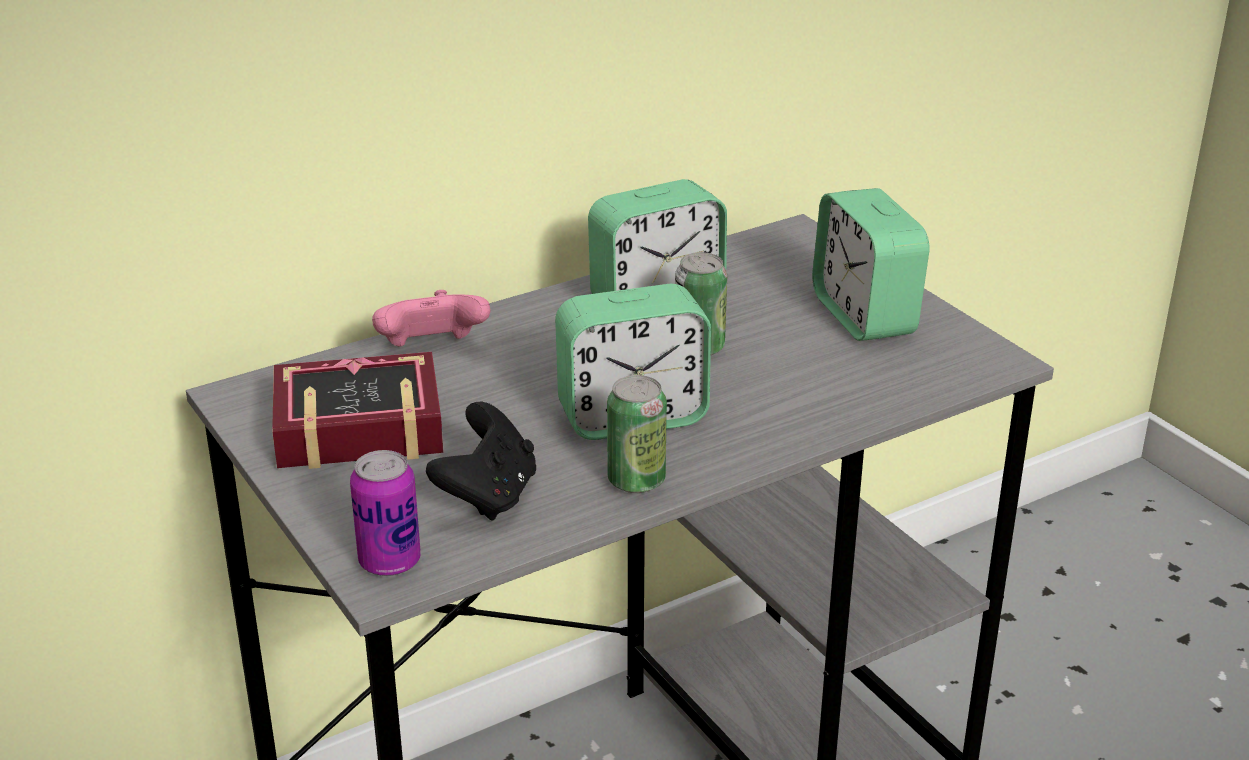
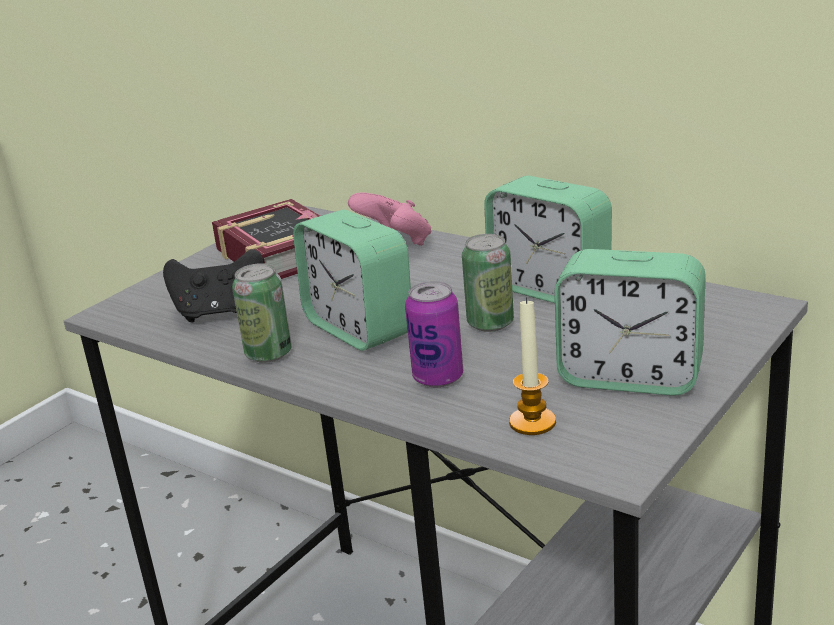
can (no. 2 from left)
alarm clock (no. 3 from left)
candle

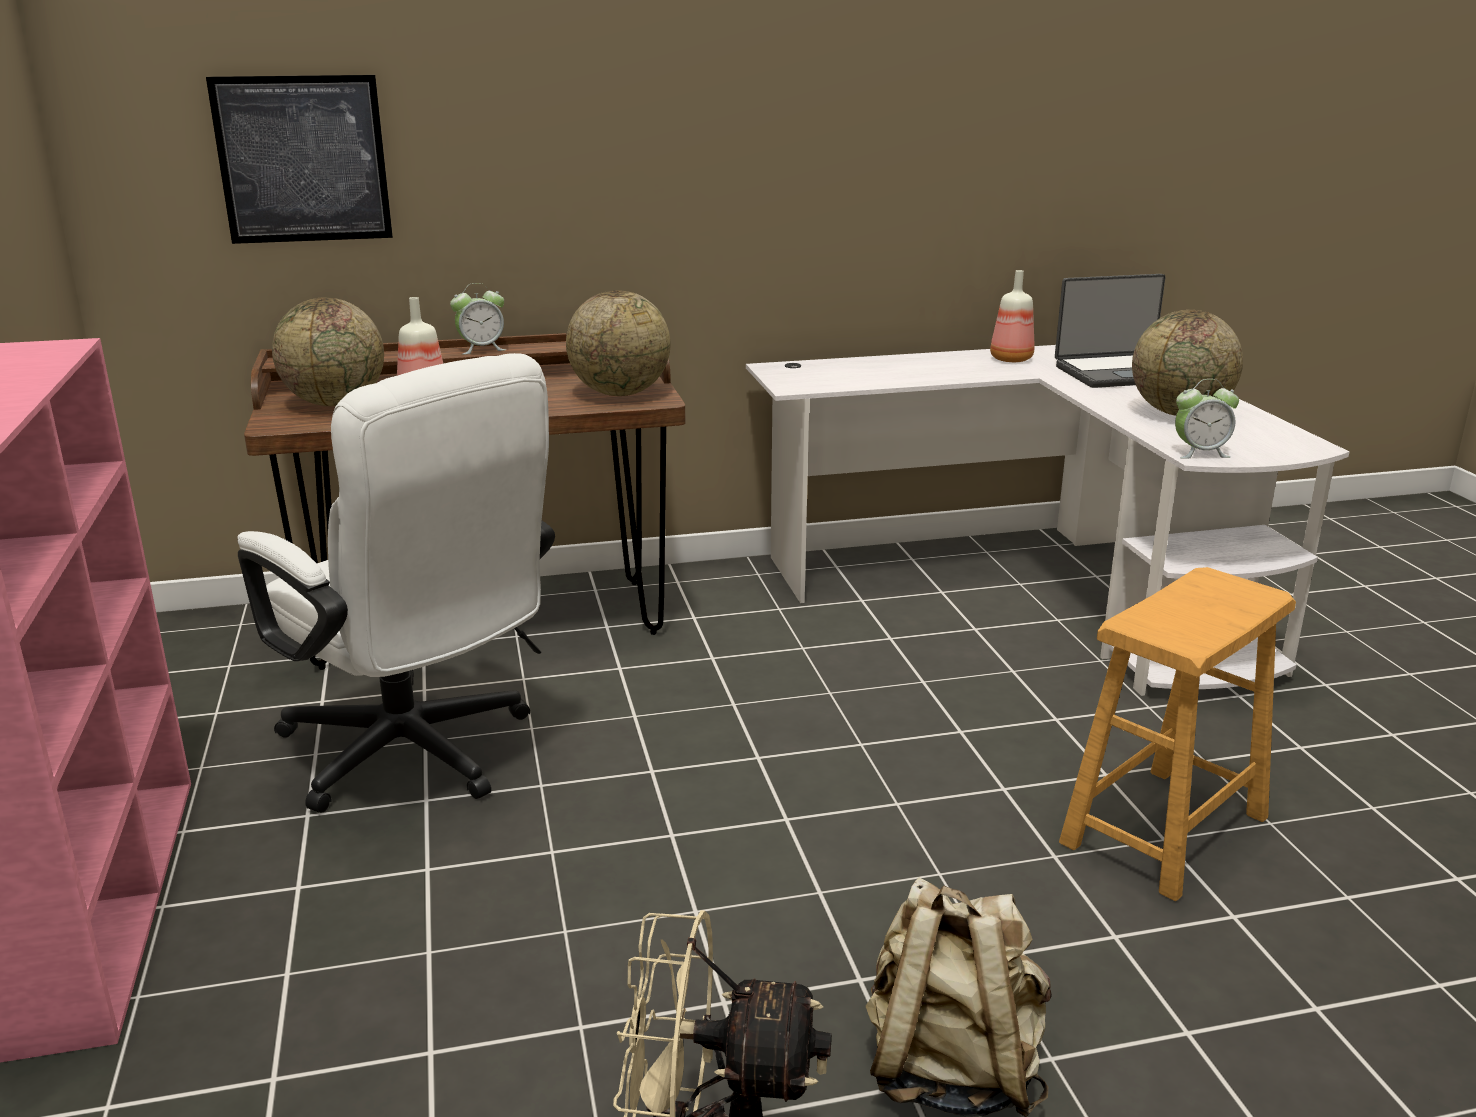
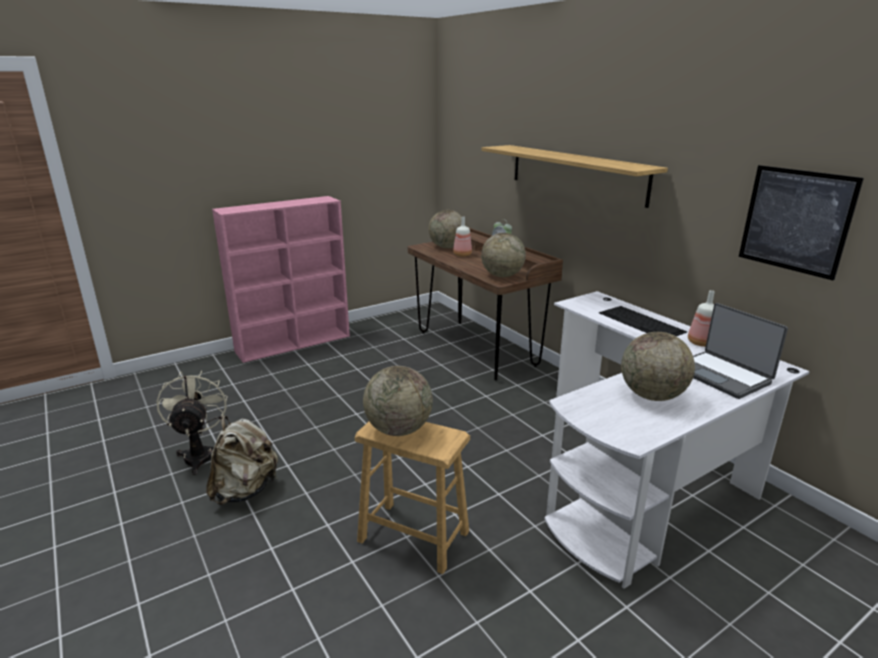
picture
white office chair
alarm clock (no. 2 from left in the first image)
globe (no. 1 from left)
shelf
keyboard

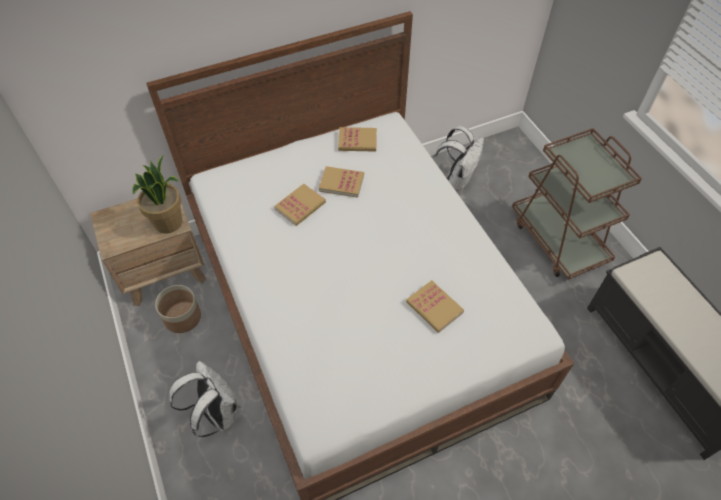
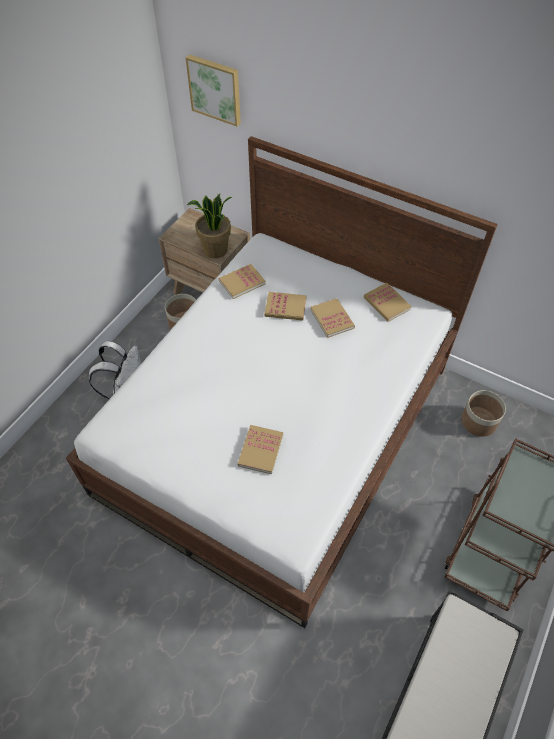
planter (no. 2 from left)
picture
book (no. 1 from left)

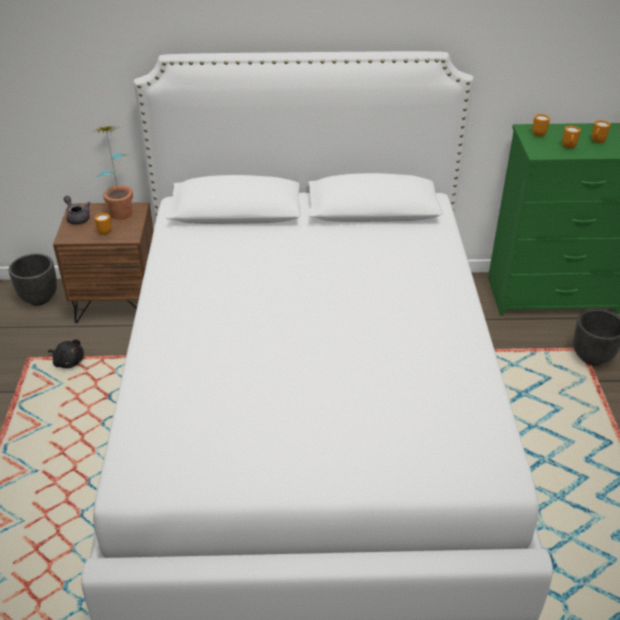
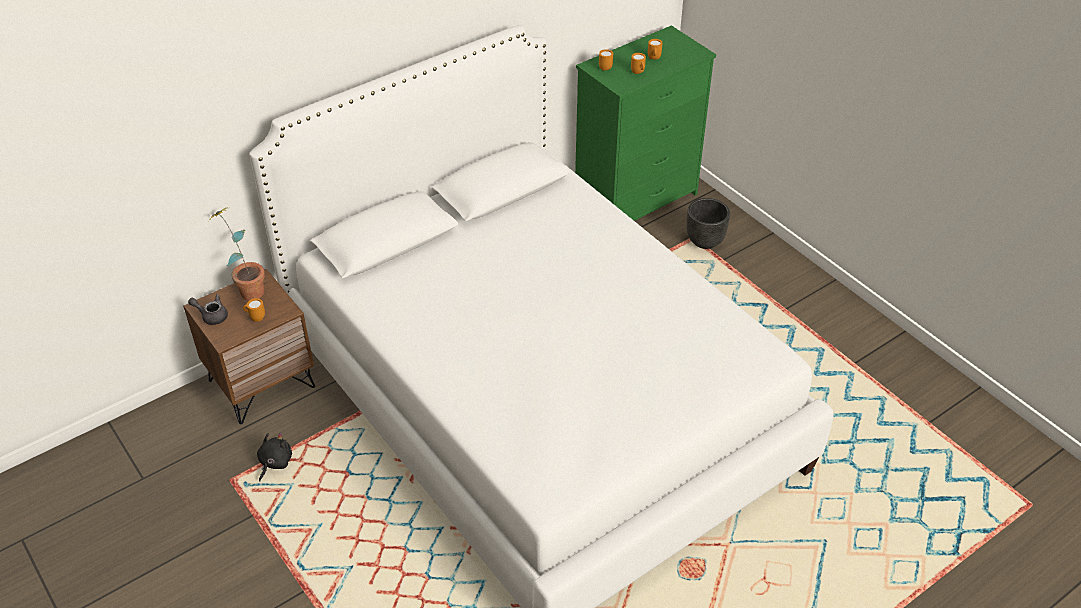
black planter (no. 1 from left in the first image)
black plush toy

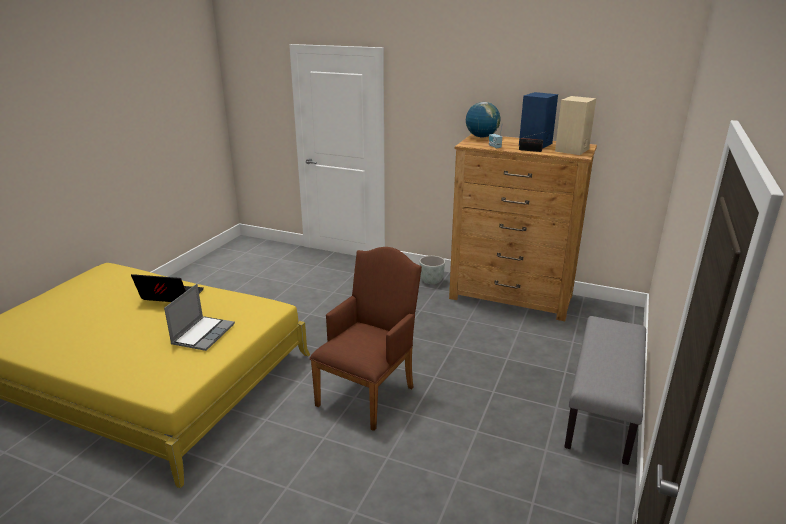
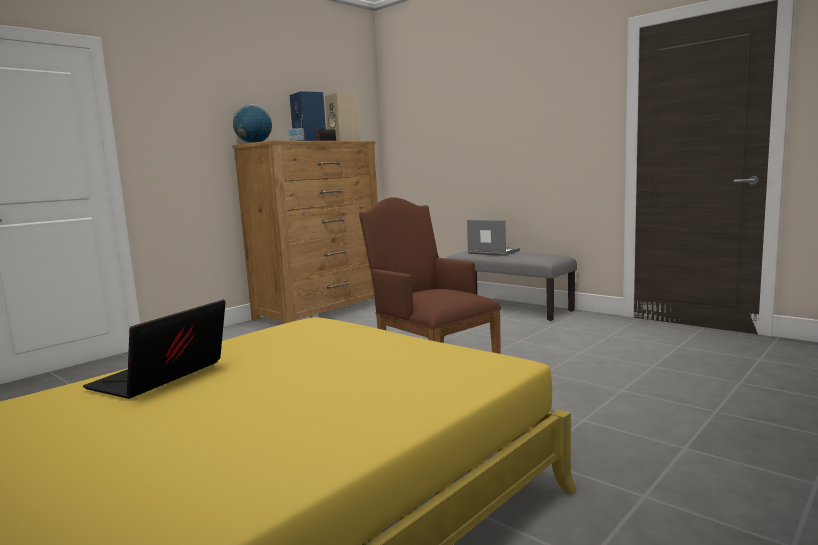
laptop (no. 2 from left)
grey planter

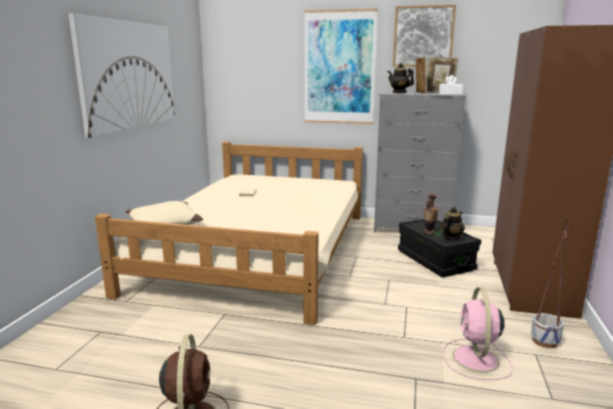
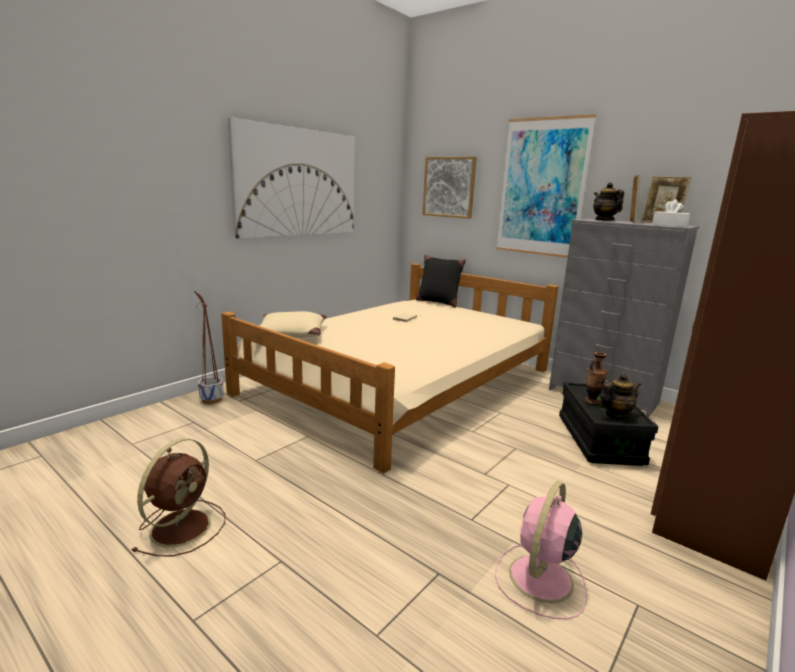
picture (no. 2 from left)
planter
black pillow

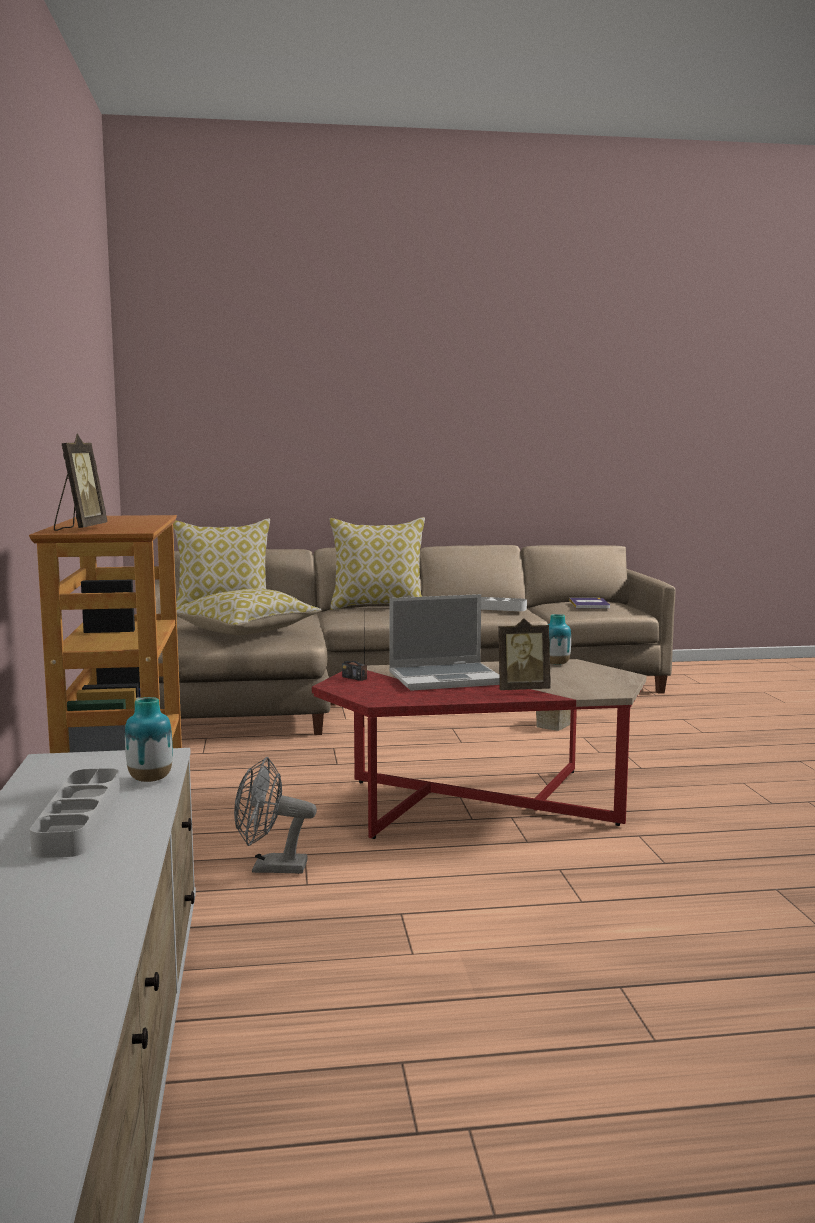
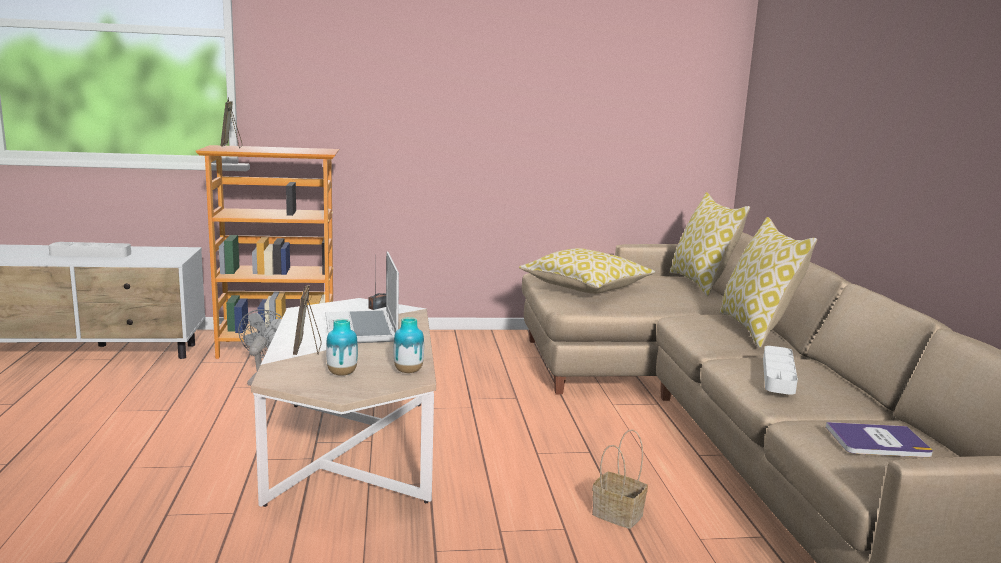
picture frame (no. 1 from left)
vase (no. 1 from left)
white coffee table

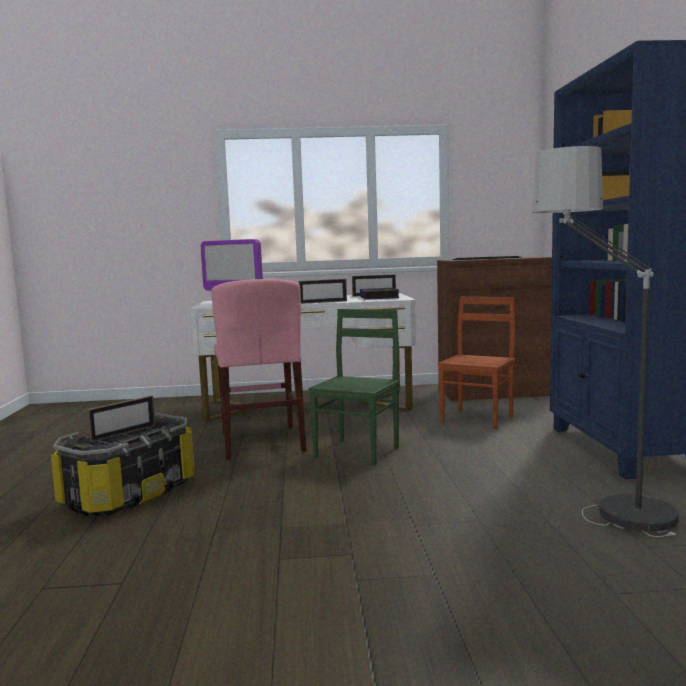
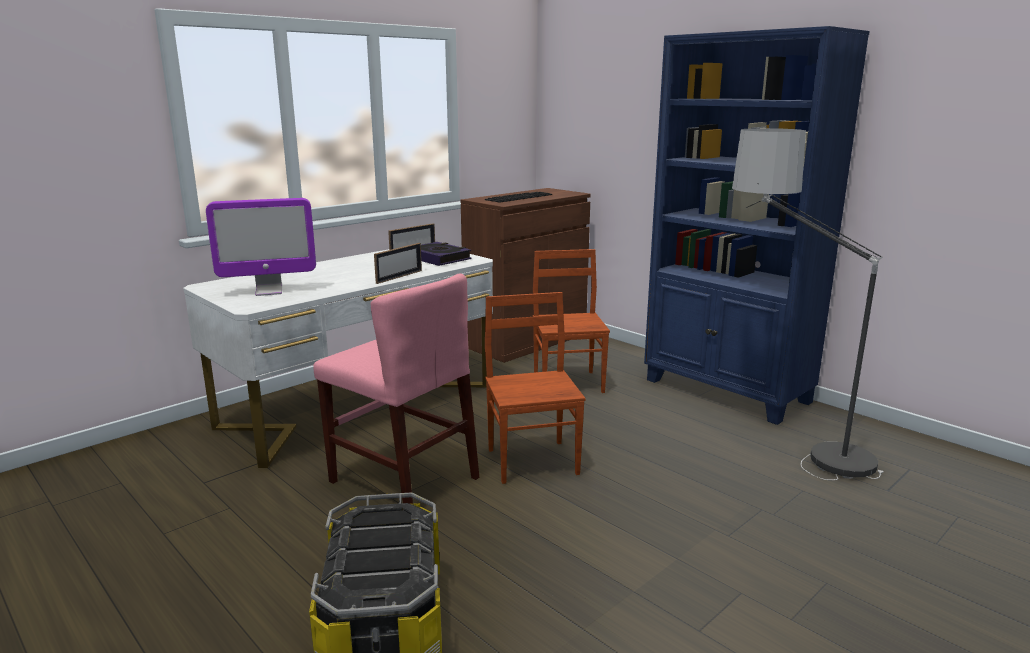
picture frame (no. 1 from left in the first image)
brown chair (no. 1 from left)

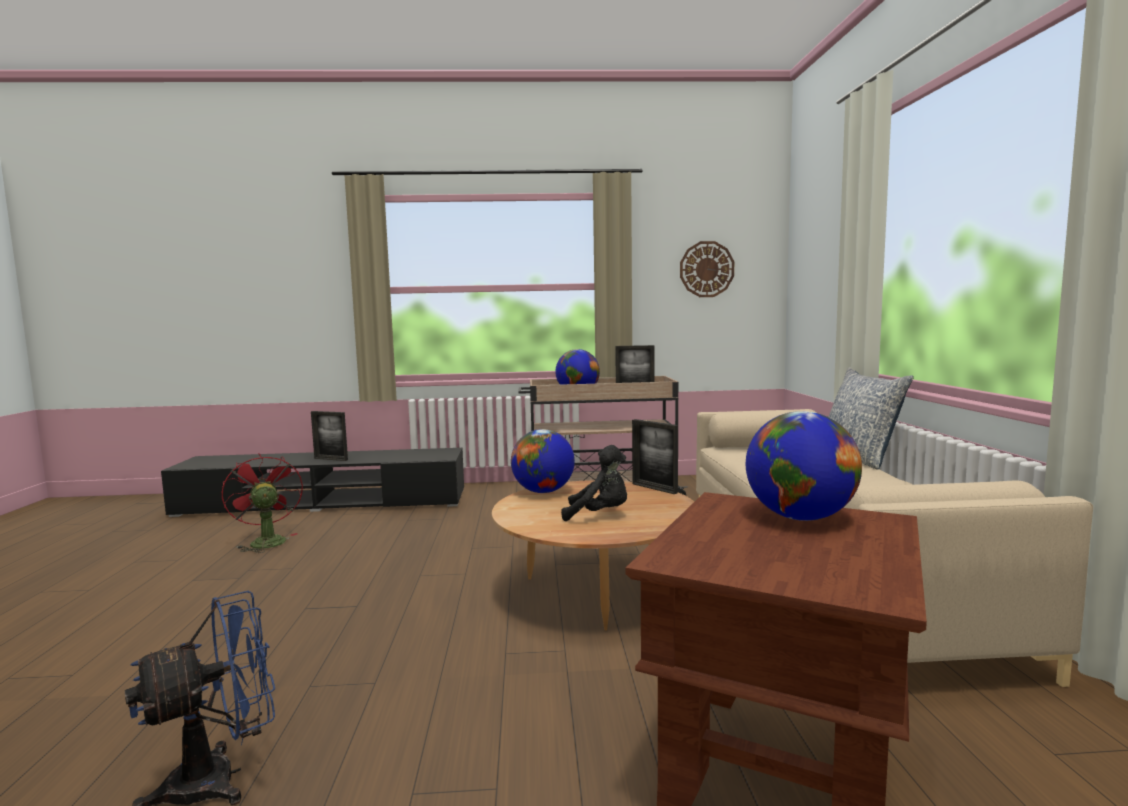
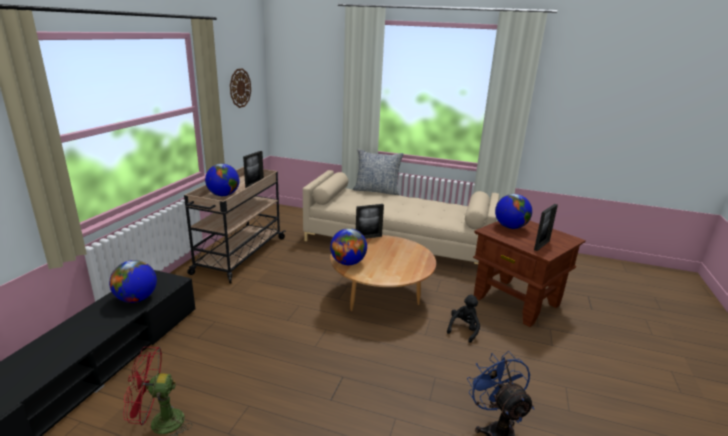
picture frame (no. 3 from left)
black plush toy
globe (no. 1 from left)

